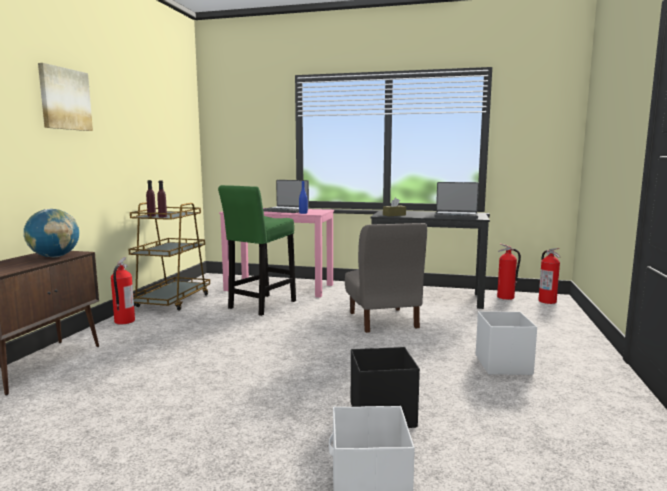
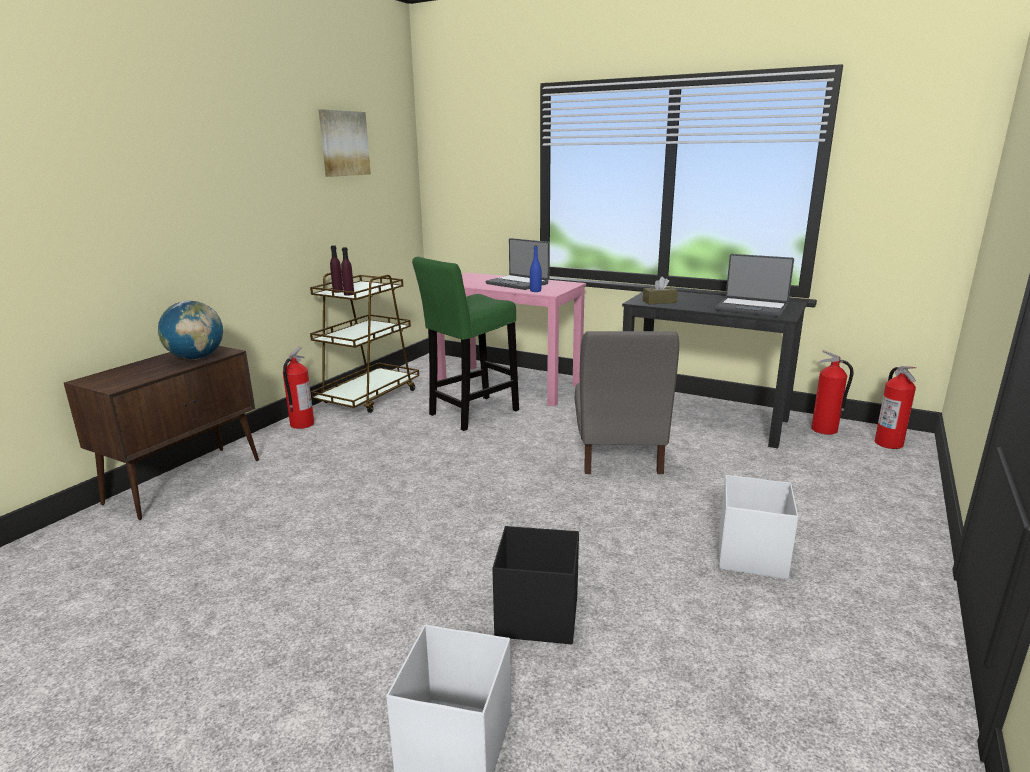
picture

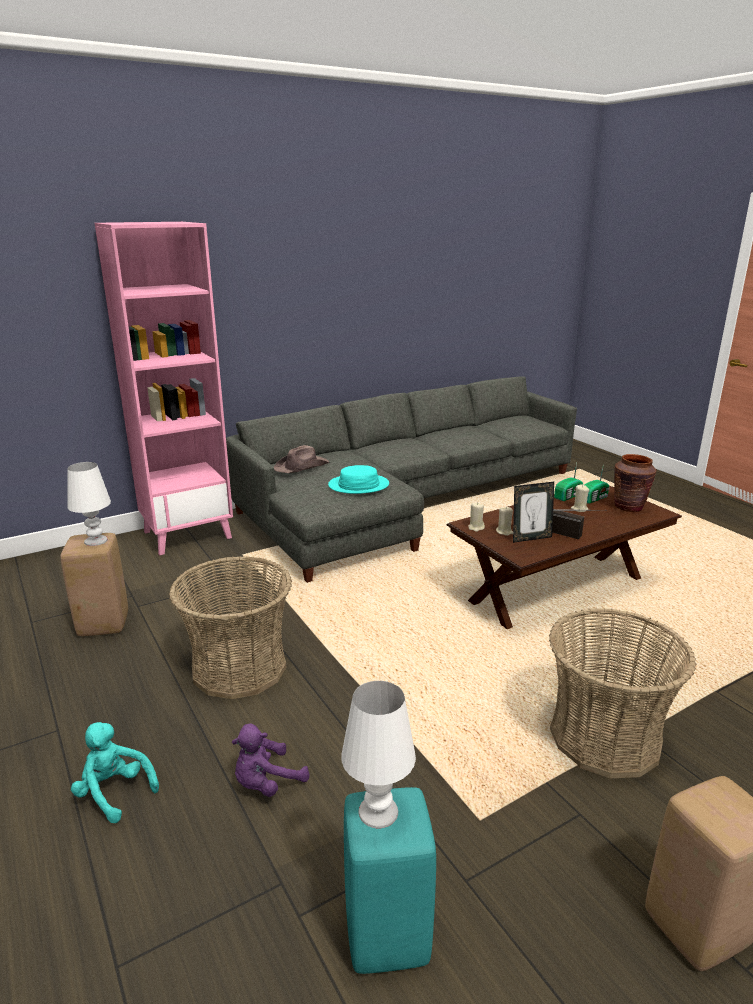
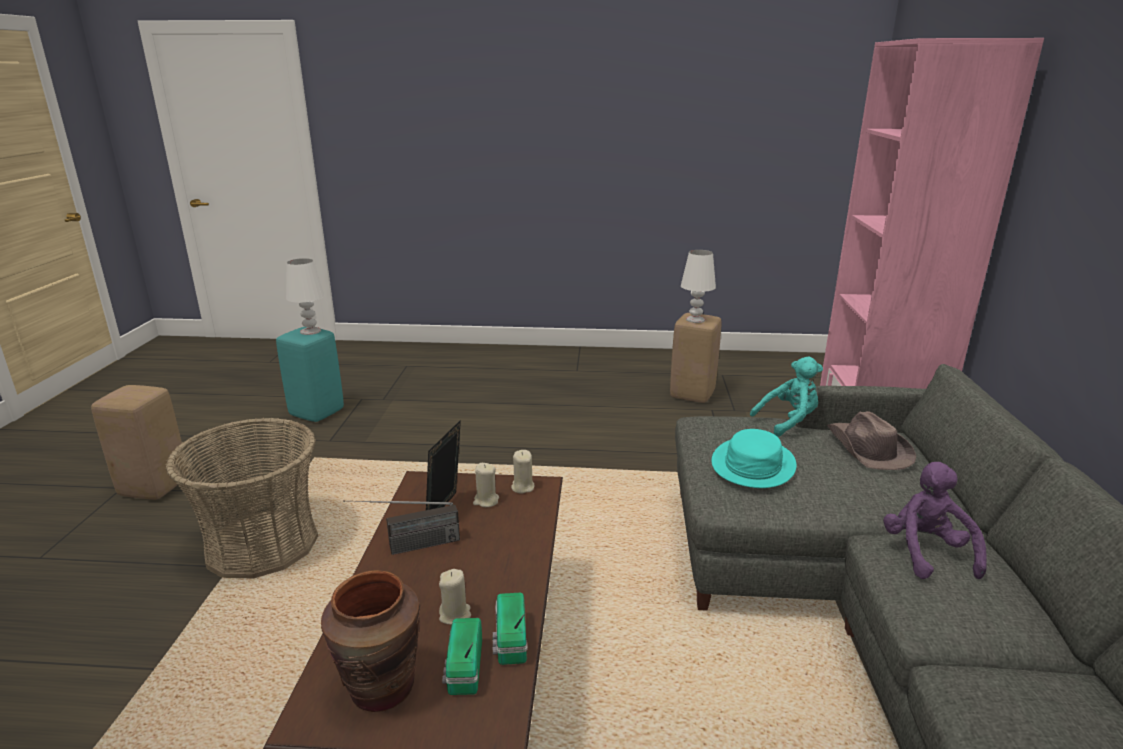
turquoise plush toy
basket (no. 1 from left in the first image)
purple plush toy

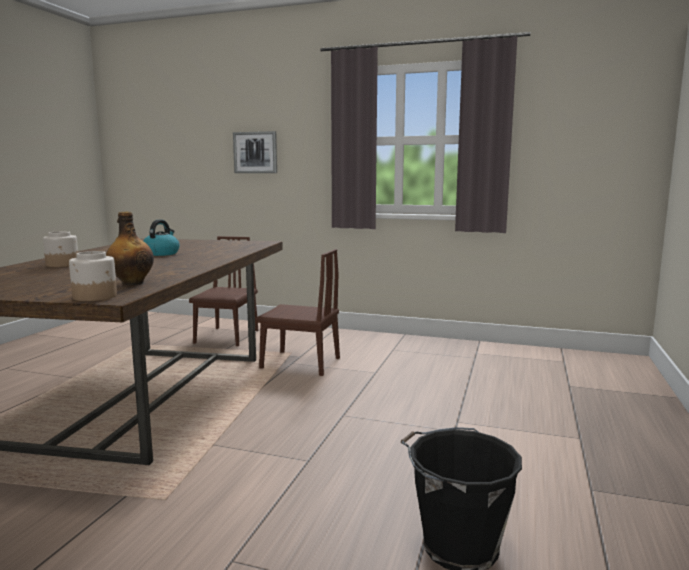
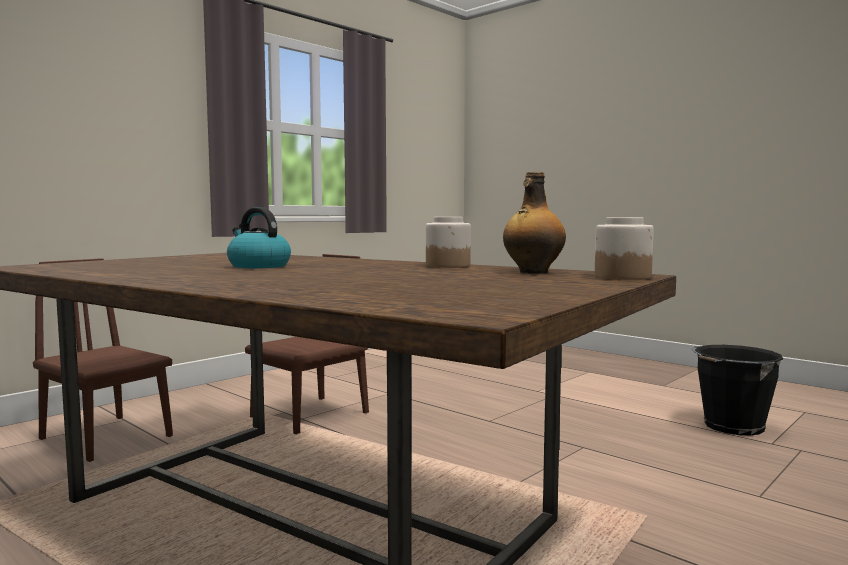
jar (no. 1 from left)
picture

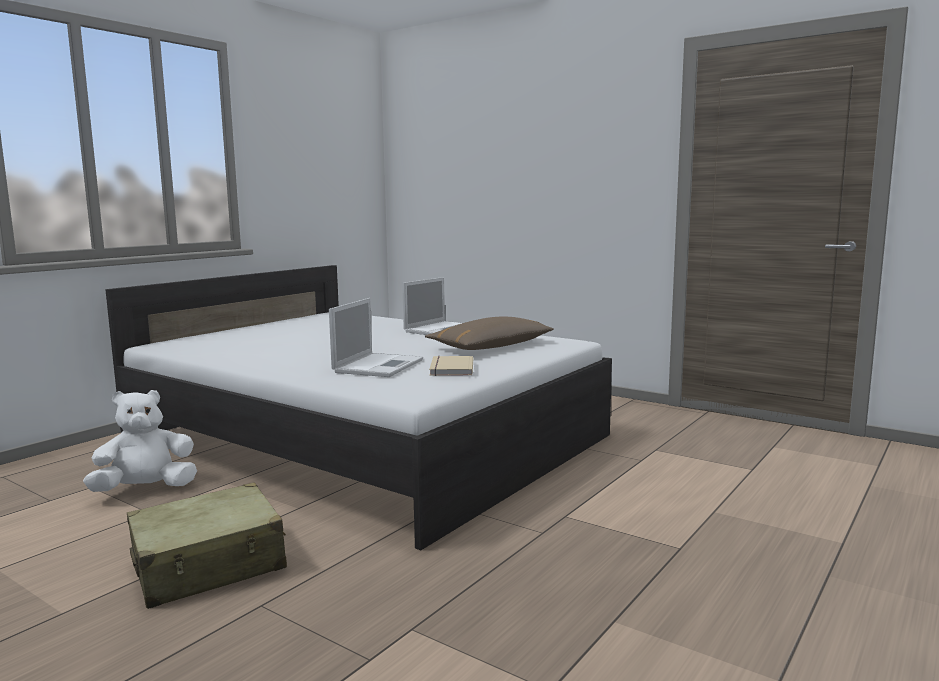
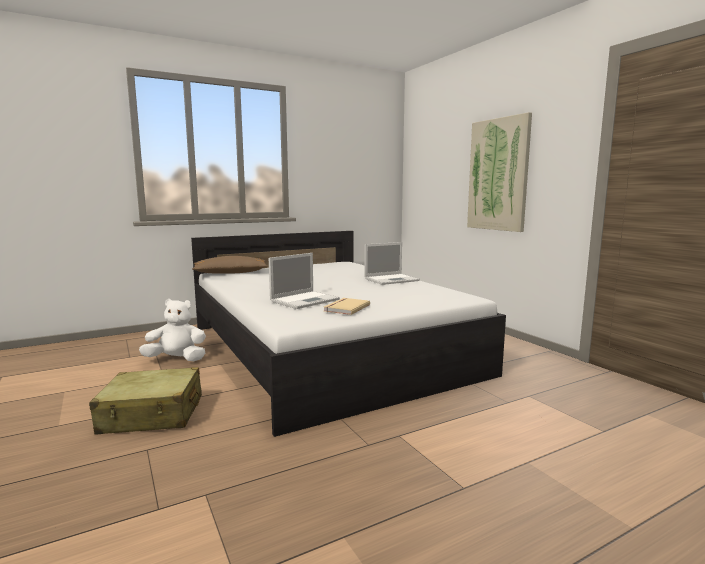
brown pillow
picture

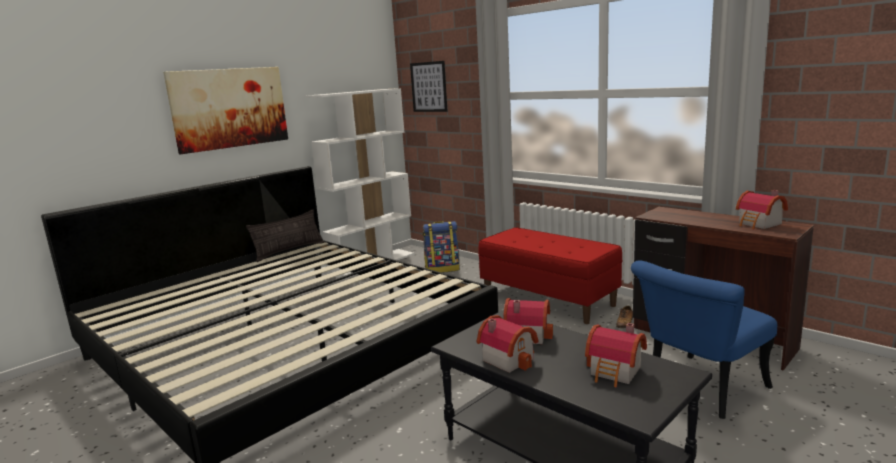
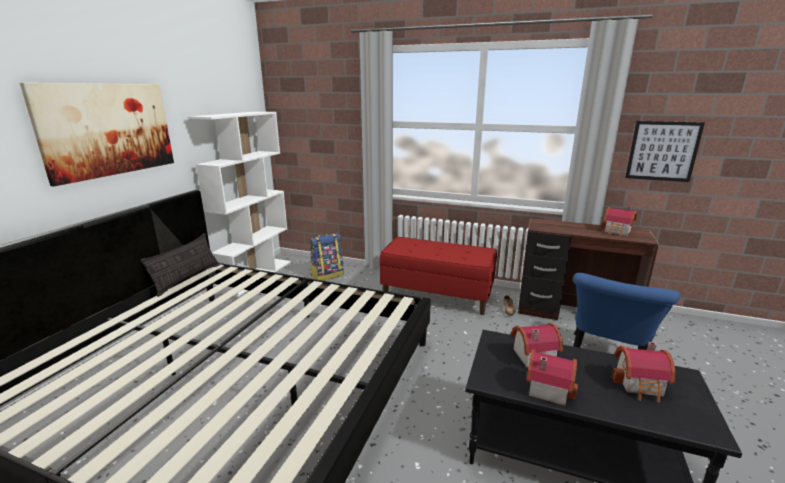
picture (no. 2 from left)

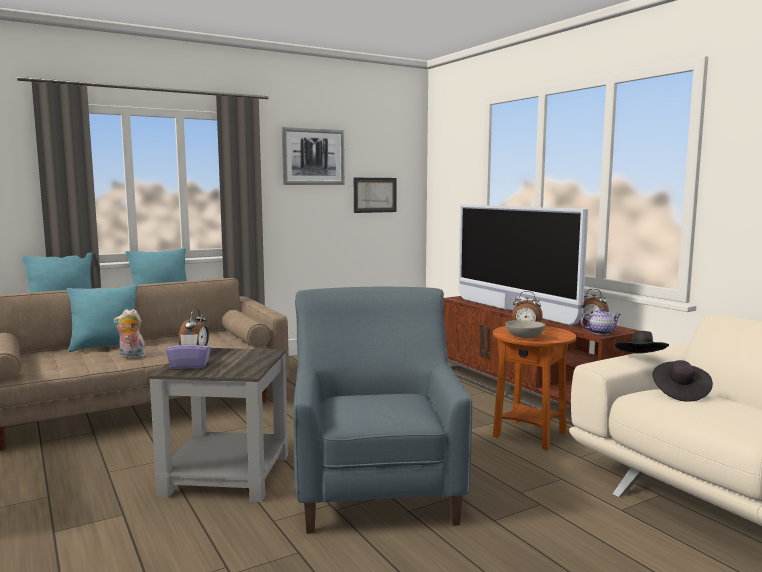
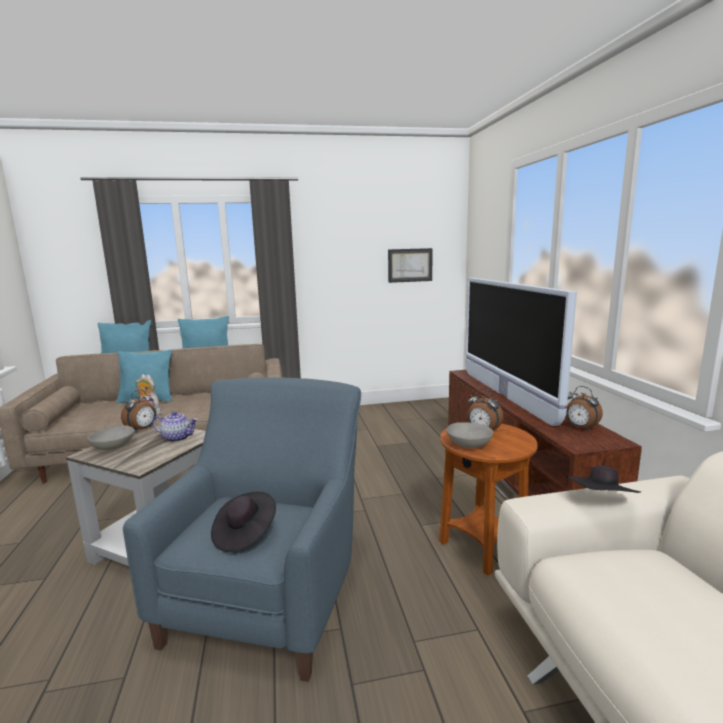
grey bowl (no. 1 from left)
picture (no. 1 from left in the first image)
teapot
black hat (no. 1 from left)

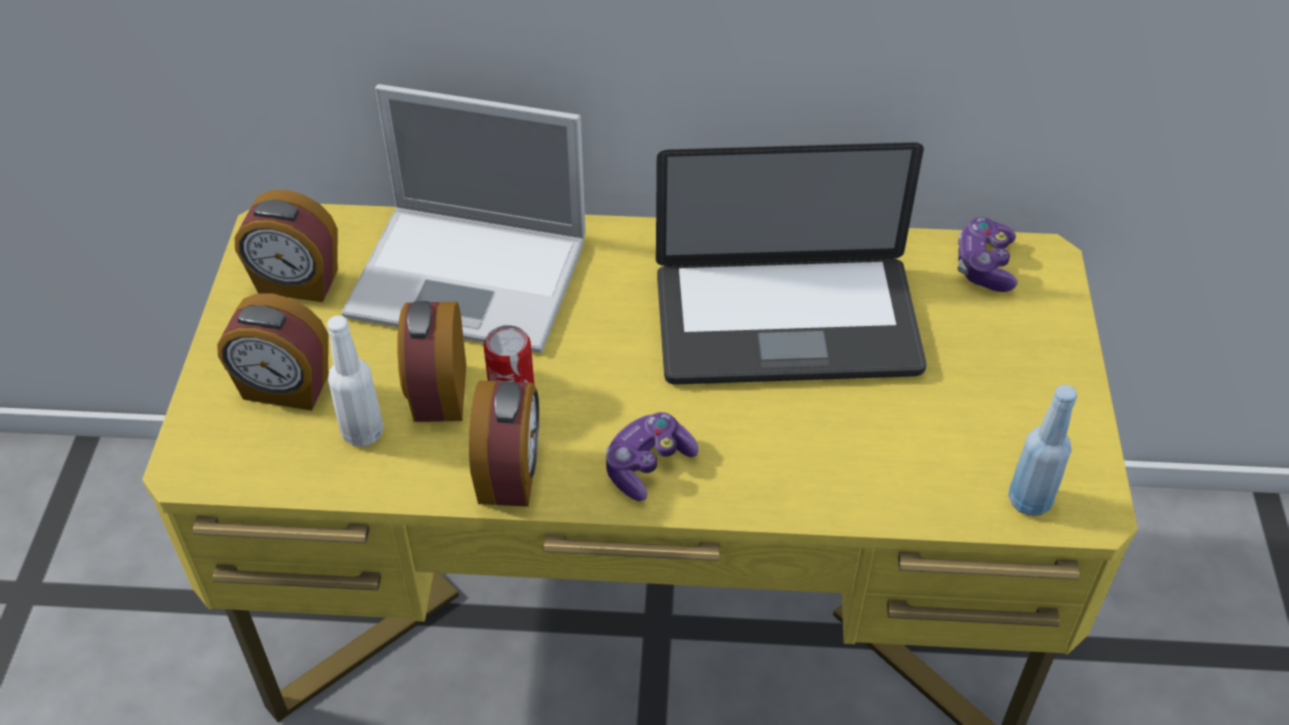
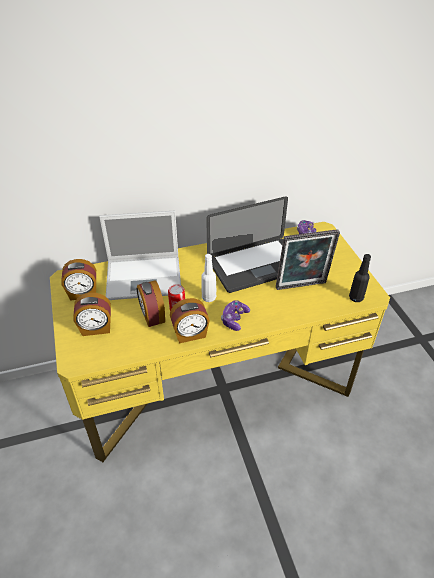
white bottle
alarm clock (no. 4 from left)
black bottle
picture frame

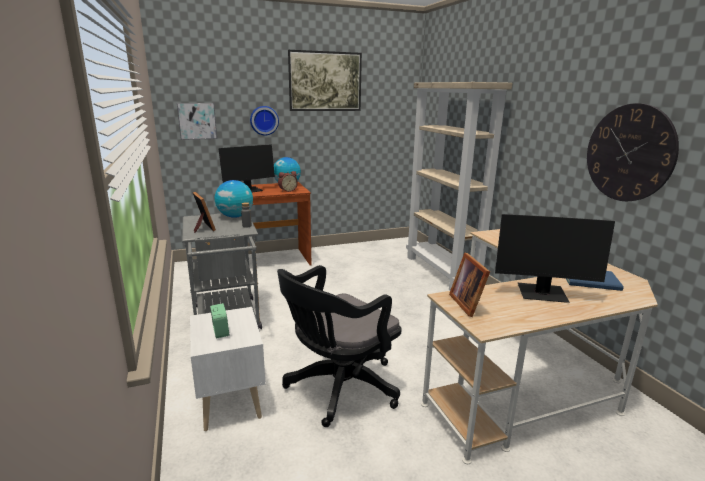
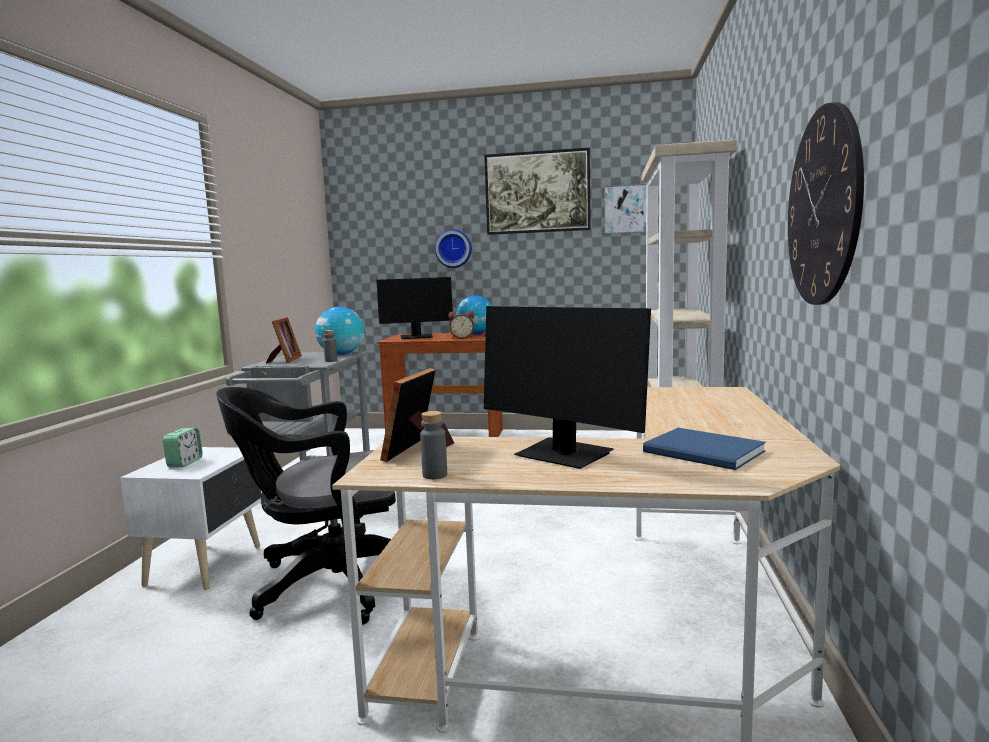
picture (no. 2 from left)
grey bottle (no. 2 from left)

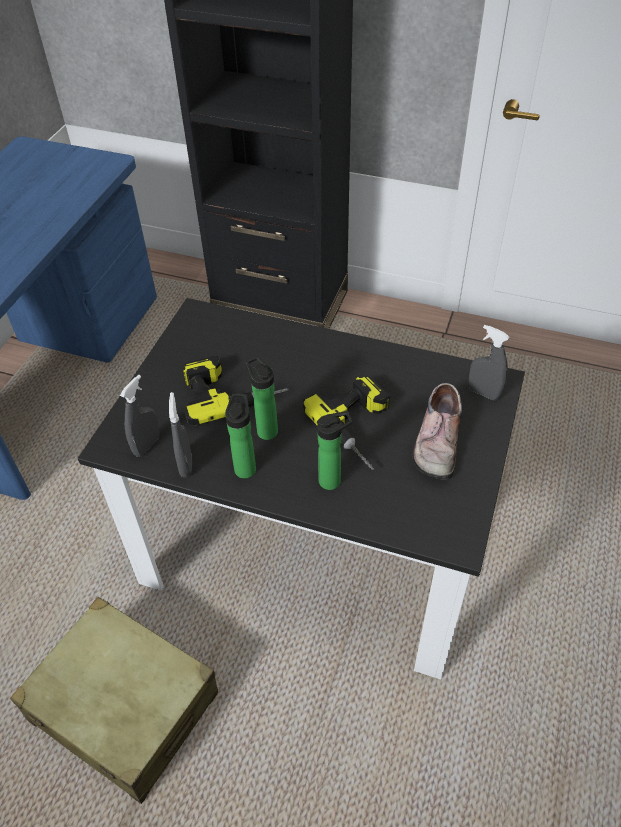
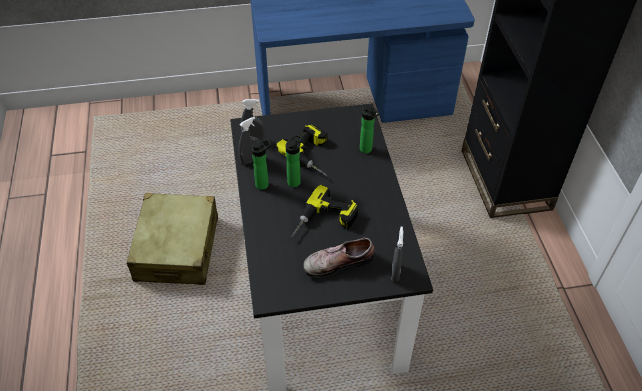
bottle (no. 3 from left)

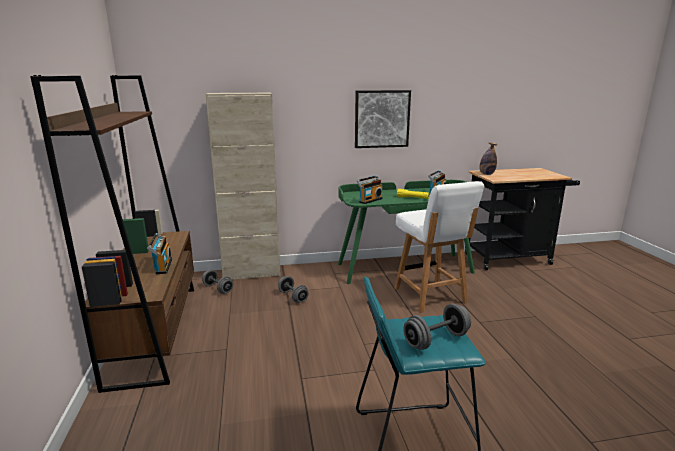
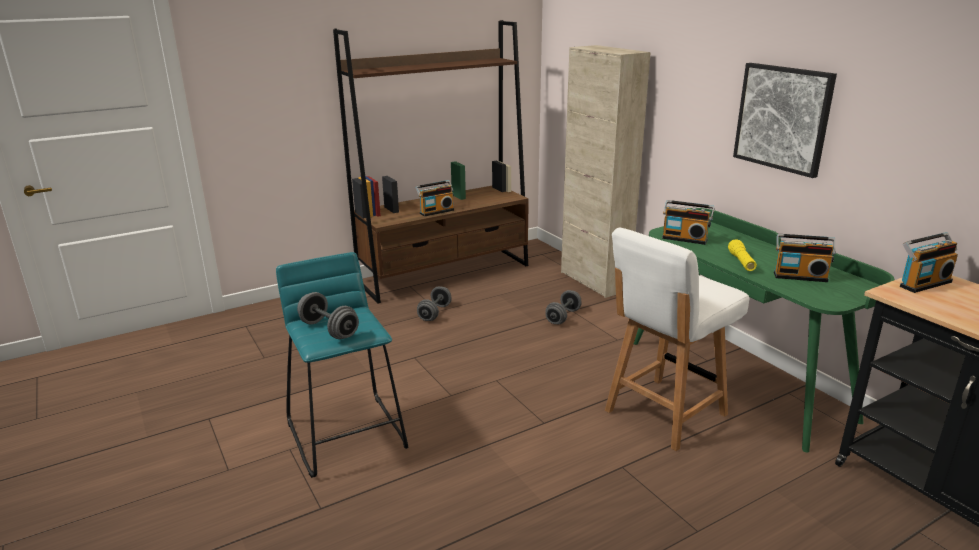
grey dumbbell (no. 2 from left)
radio (no. 4 from left)

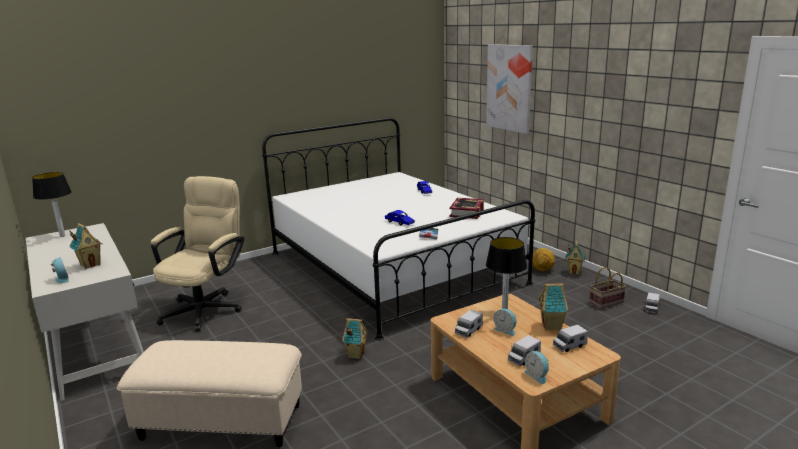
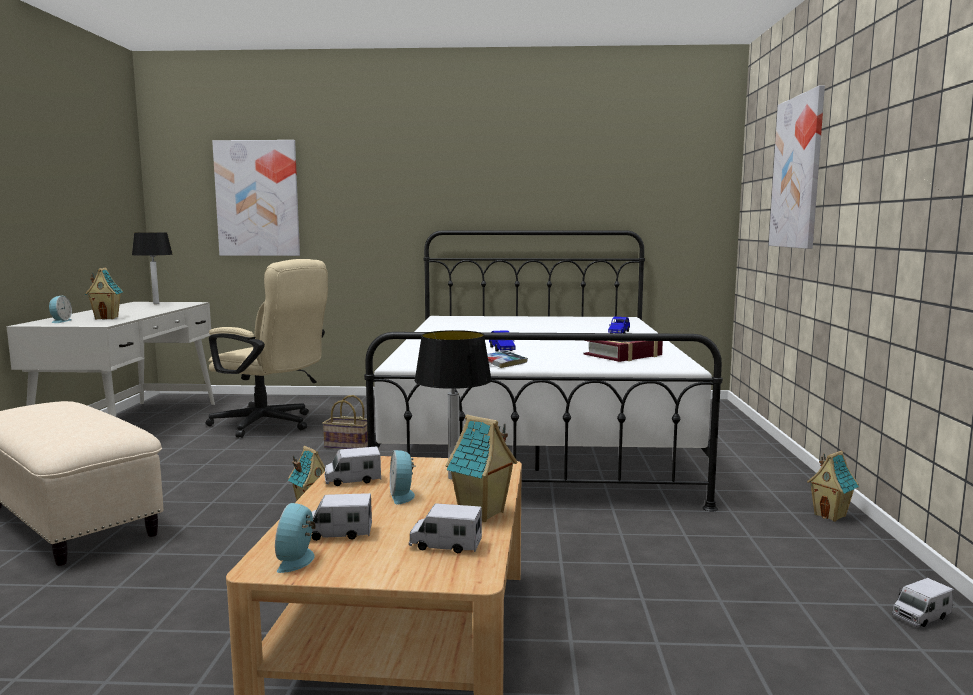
beige office chair
football
basket
picture (no. 1 from left)

